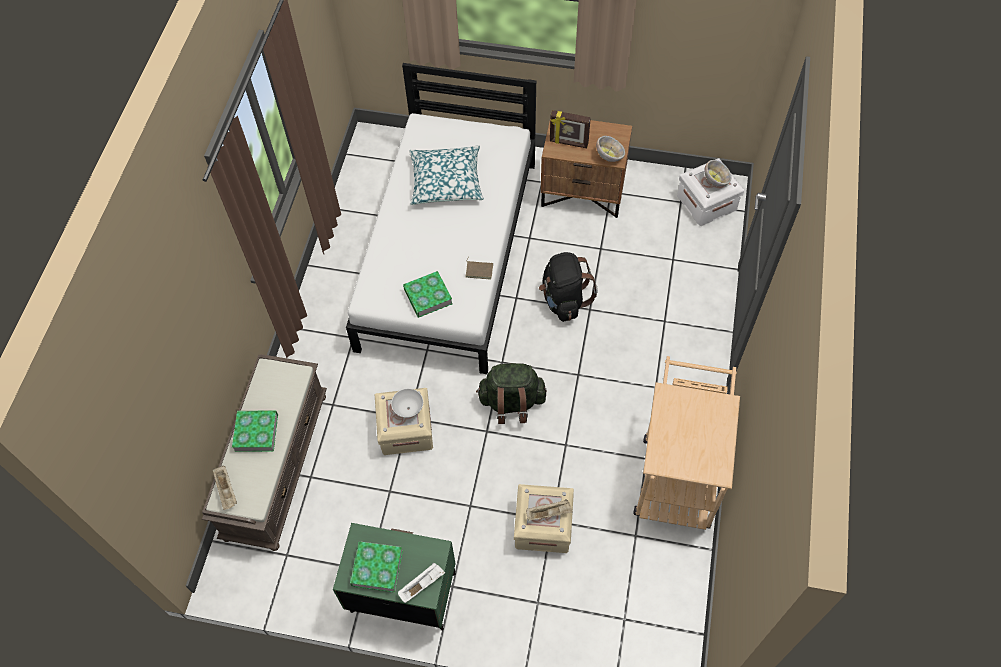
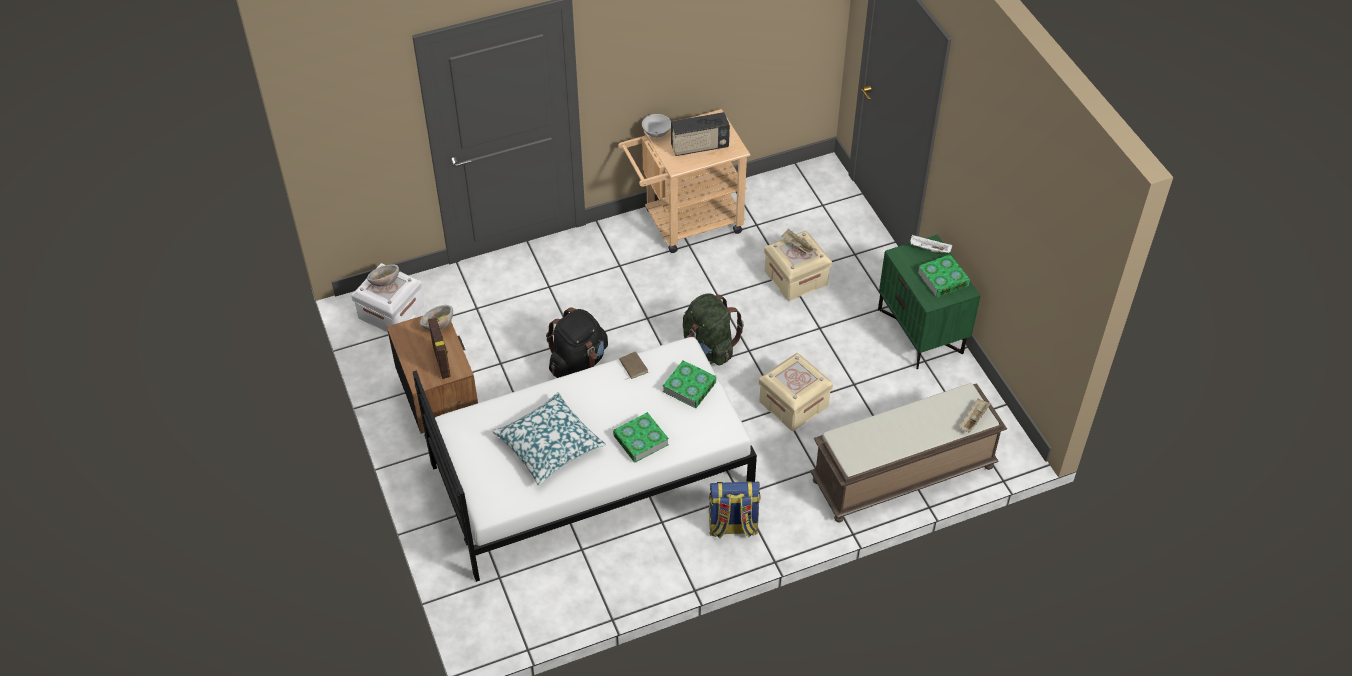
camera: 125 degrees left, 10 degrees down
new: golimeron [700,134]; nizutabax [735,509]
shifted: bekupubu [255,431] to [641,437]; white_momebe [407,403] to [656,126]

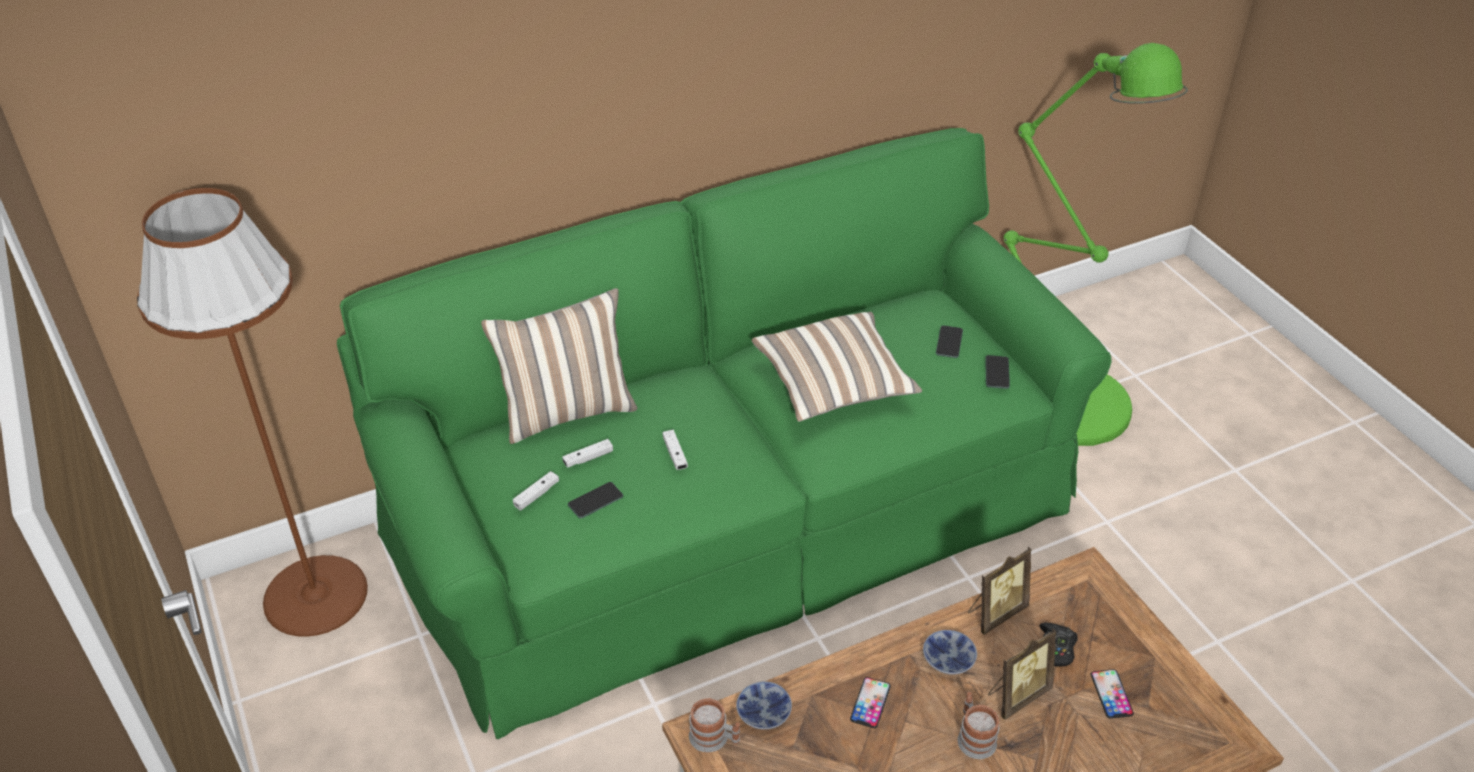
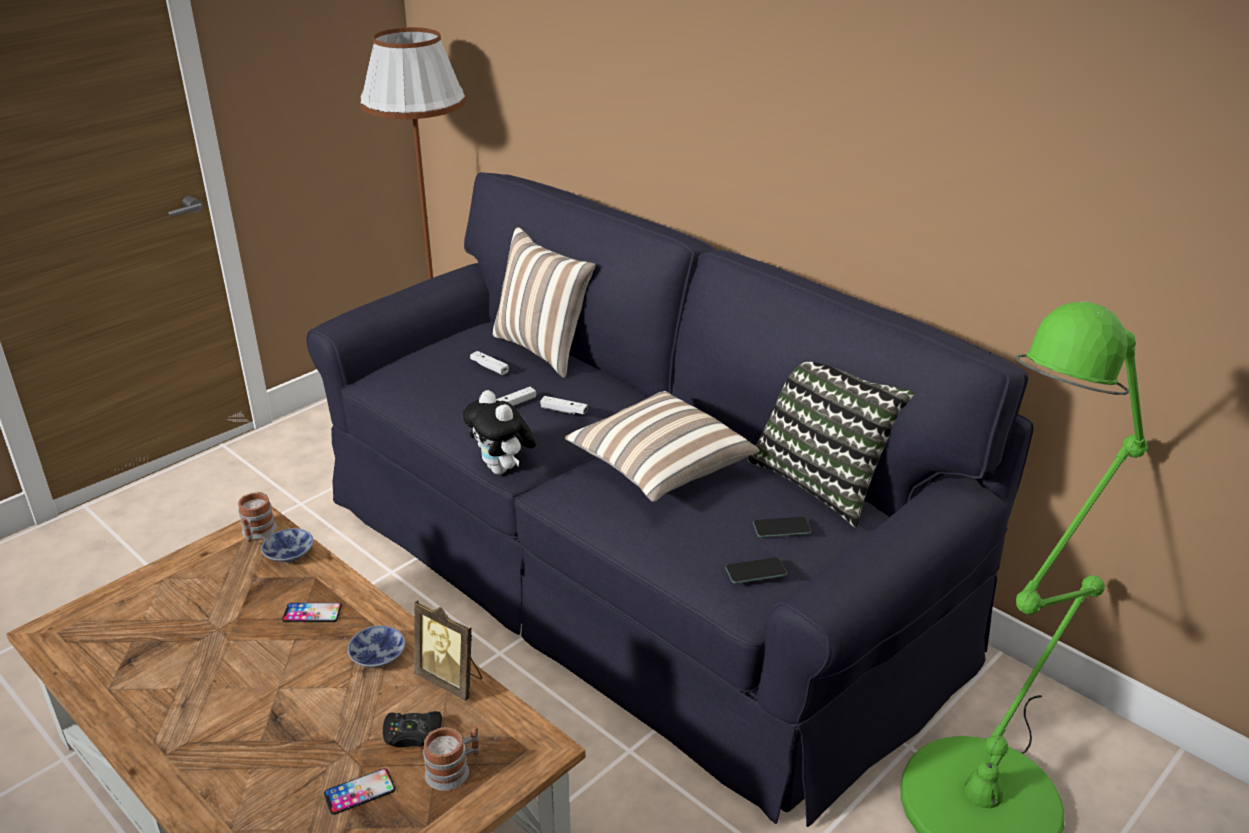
camera: 70 degrees right, 10 degrees down
gone: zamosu [595,500]; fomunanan [1022,674]
new: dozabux [499,432]; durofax [831,444]
shifted: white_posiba [536,491] to [564,405]; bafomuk [978,725] to [451,758]
repainted: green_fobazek [724,433] to black_fobazek [670,499]

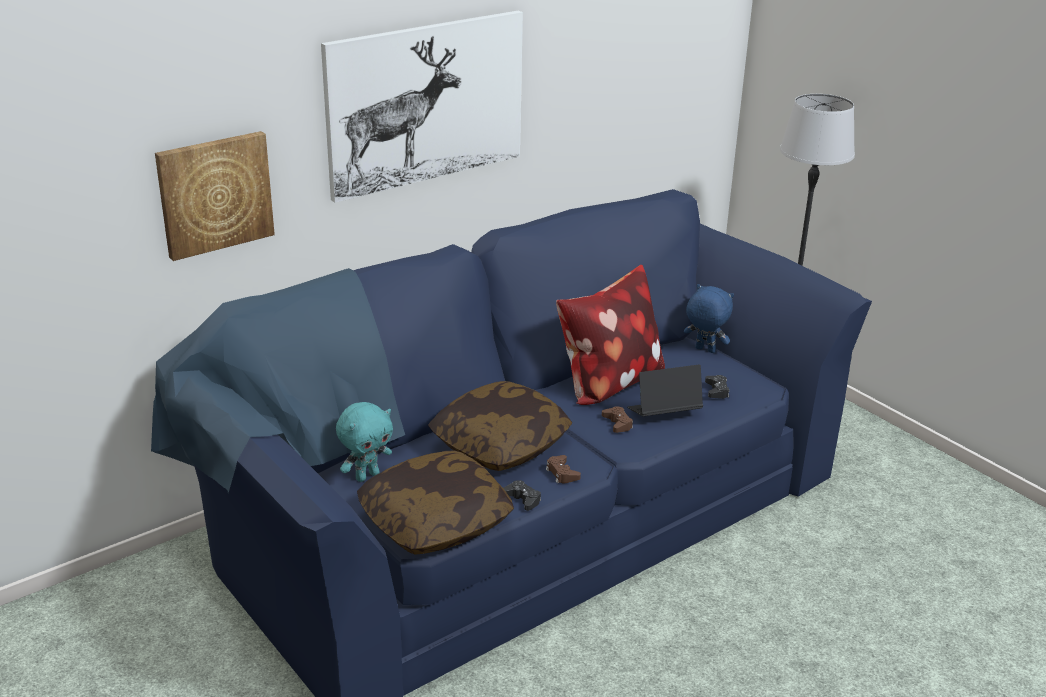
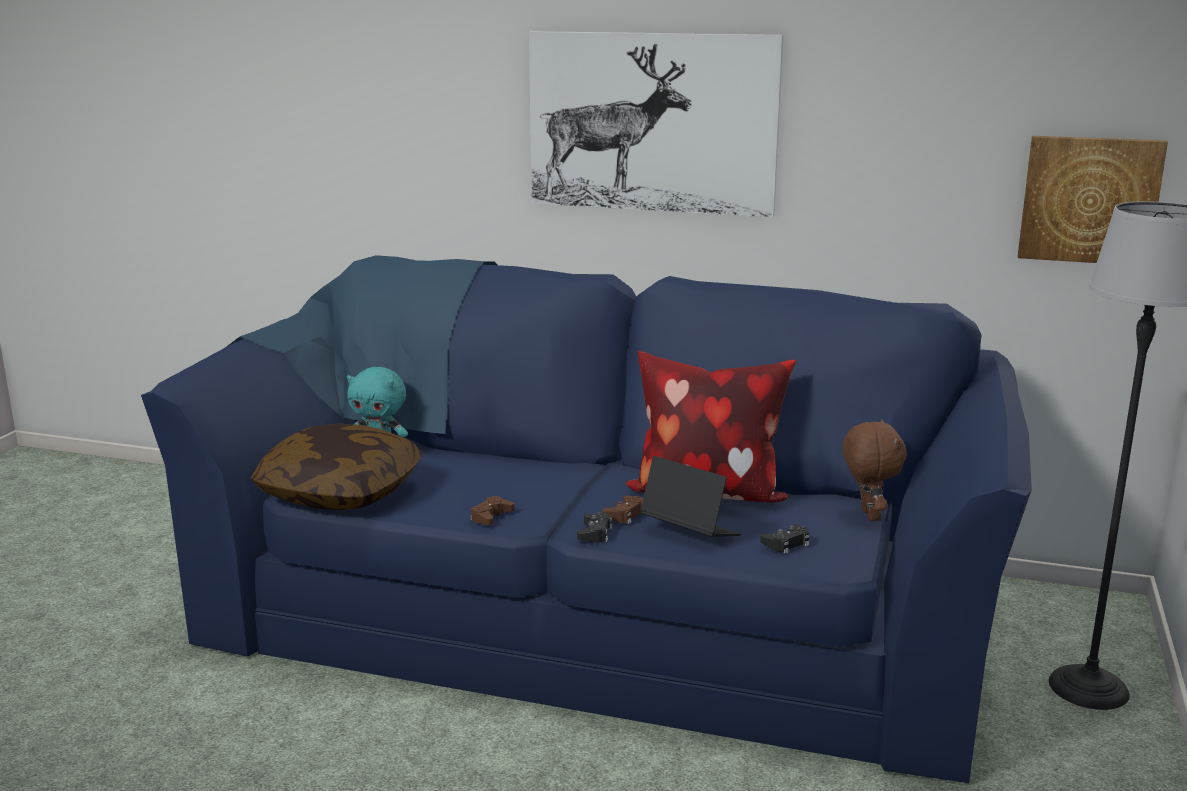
camera: 55 degrees right, 10 degrees down
gone: durofax [500,426]
shifted: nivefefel [215,196] to [1093,199]; black_posiba [522,495] to [594,527]
repainted: blue_dozabux [709,318] to brown_dozabux [874,470]

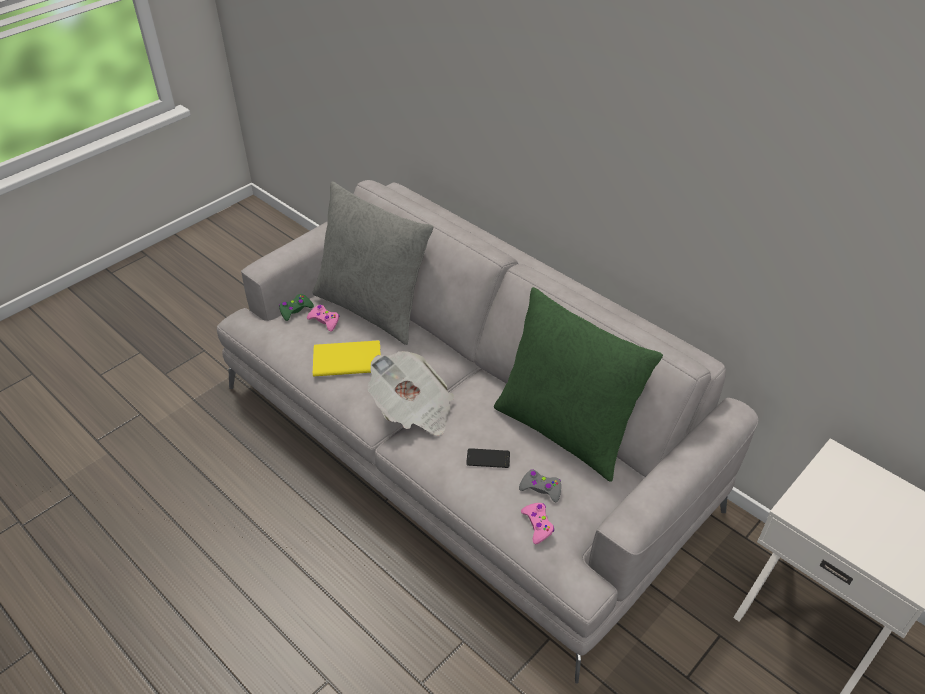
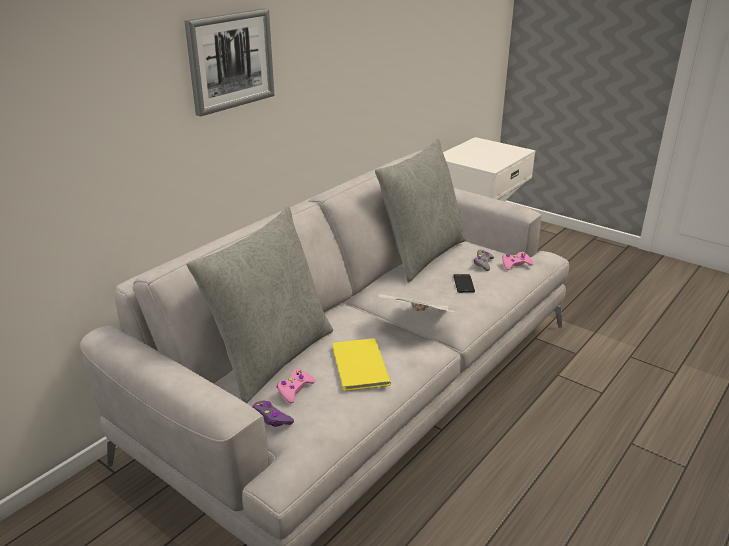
camera: 95 degrees left, 15 degrees down
new: nivefefel [229,62]
repainted: green_posiba [296,307] to purple_posiba [273,414]; green_durofax [578,384] to grey_durofax [420,210]

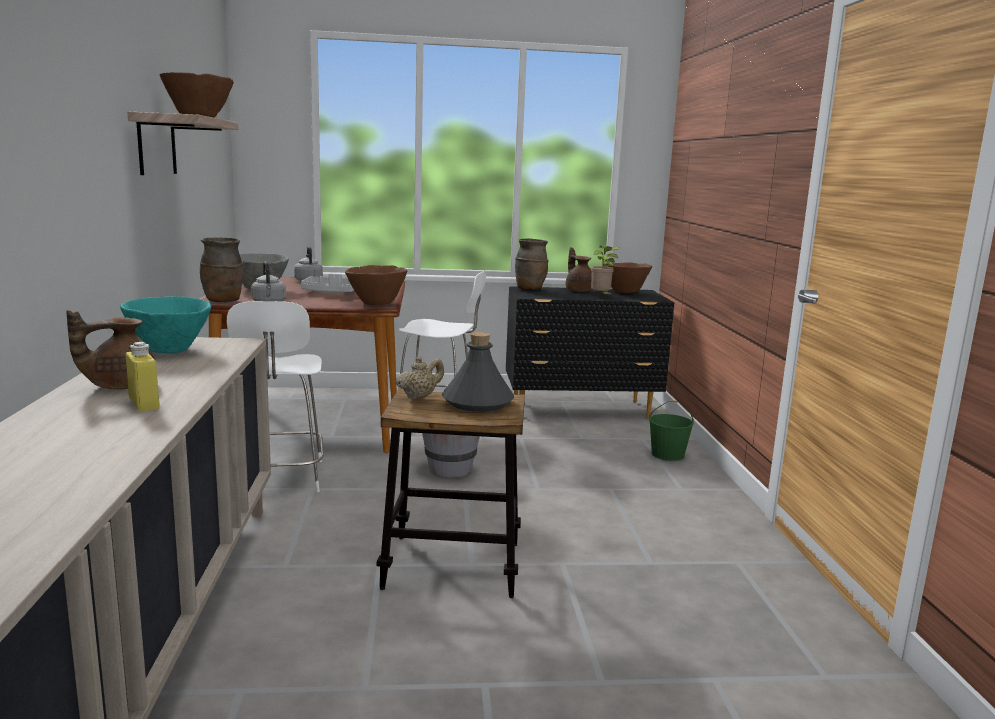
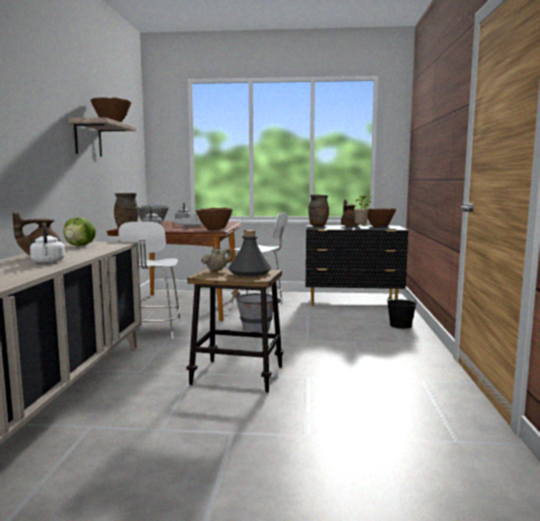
camera: 10 degrees right, 5 degrees down
swapped: turquoise_momebe [165,324] to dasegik [80,231]; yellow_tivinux [142,377] to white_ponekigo [47,243]
repainted: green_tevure [671,430] to black_tevure [401,309]

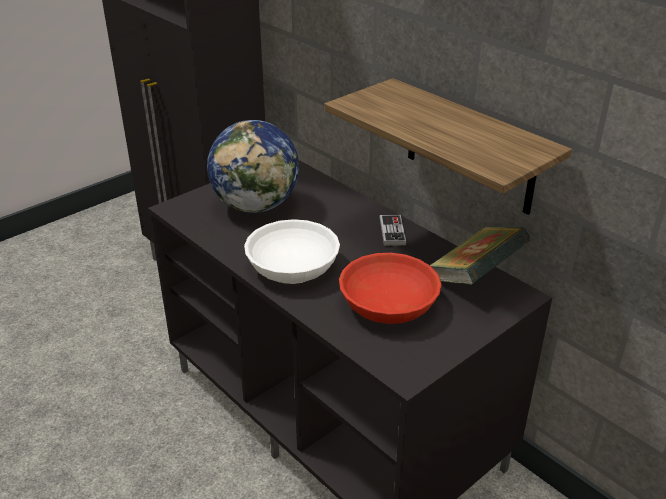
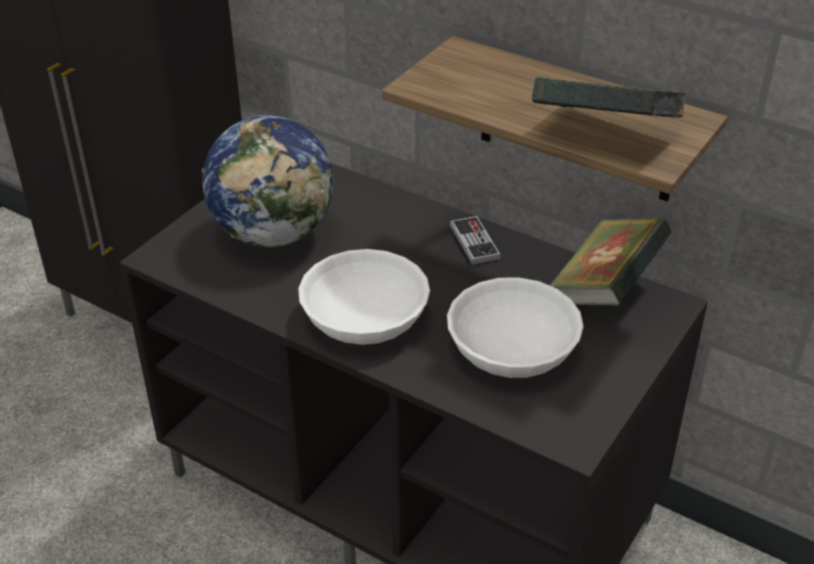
camera: 15 degrees left, 5 degrees up
new: bekupubu [609,96]
repainted: red_momebe [390,288] to white_momebe [515,327]

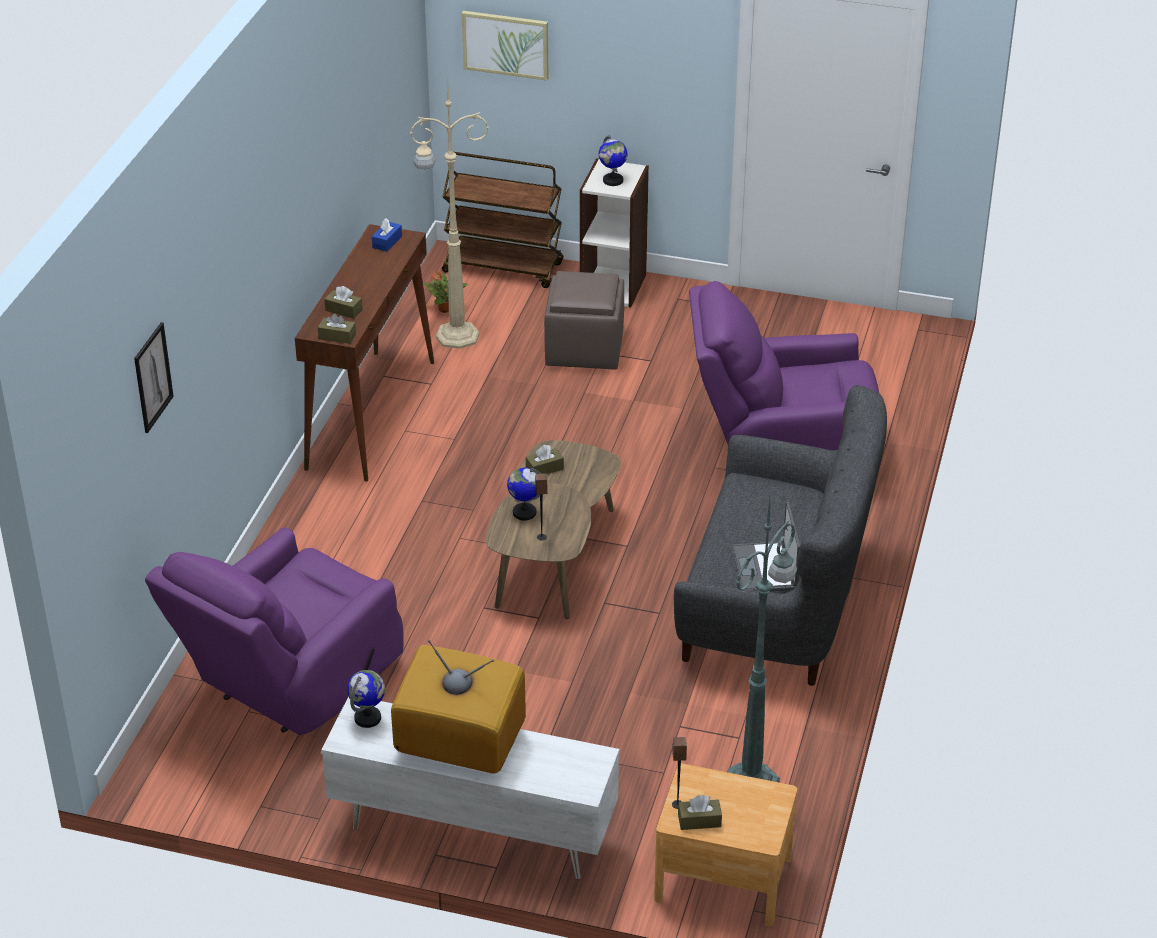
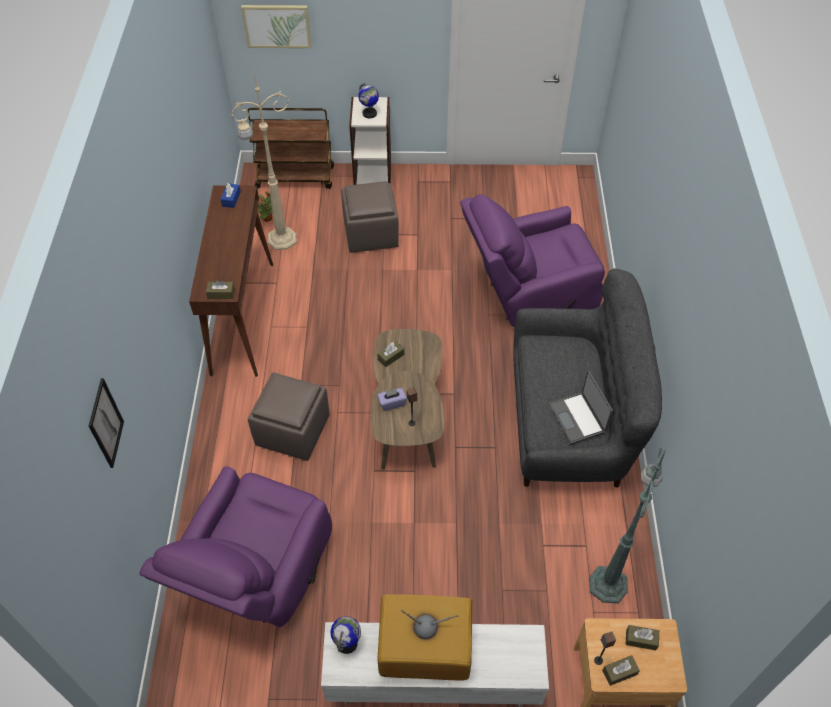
camera: 15 degrees left, 15 degrees up
new: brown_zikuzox [289,416]
shifted: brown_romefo [343,302] to [642,637]
swapped: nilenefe [524,494] to purple_romefo [392,399]

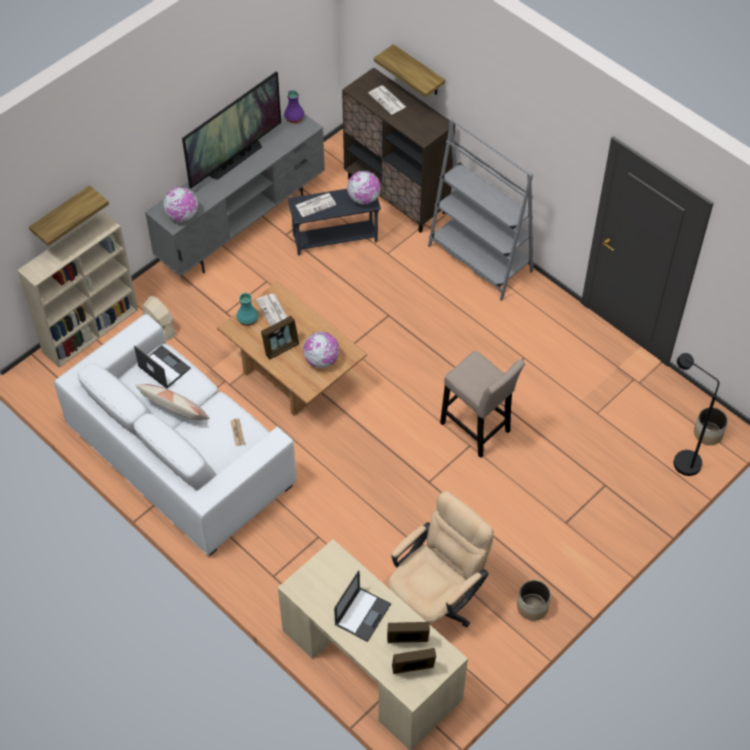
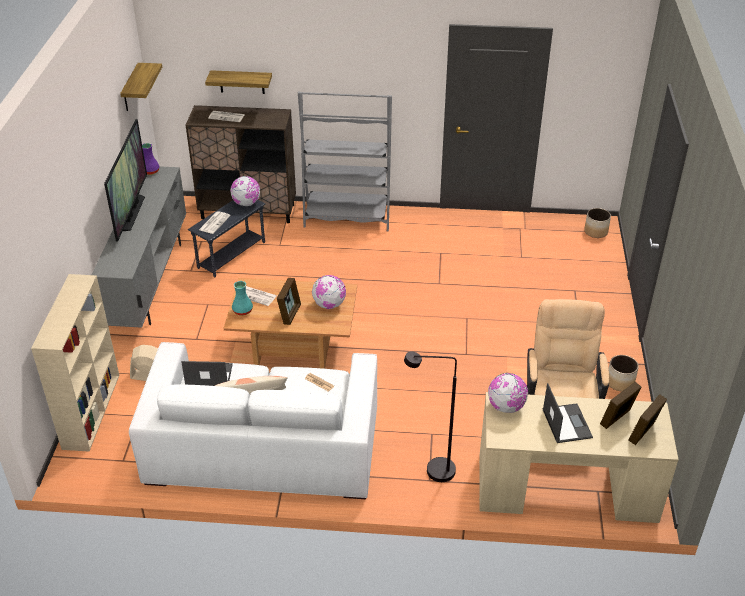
camera: 40 degrees left, 15 degrees down
gone: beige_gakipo [482,404]
shifted: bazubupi [69,215] to [141,87]; nilenefe [180,204] to [508,393]; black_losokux [696,414] to [430,416]

